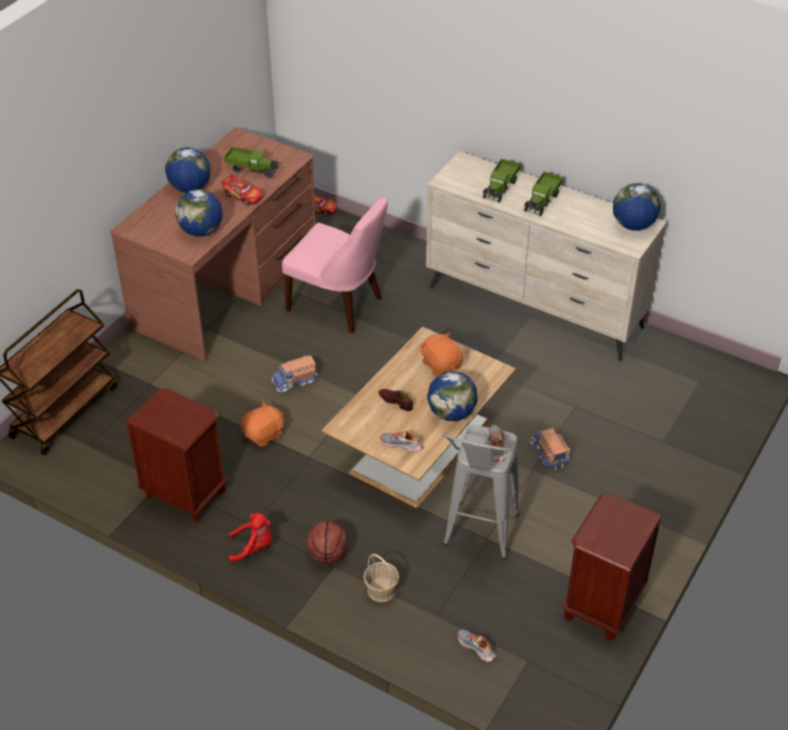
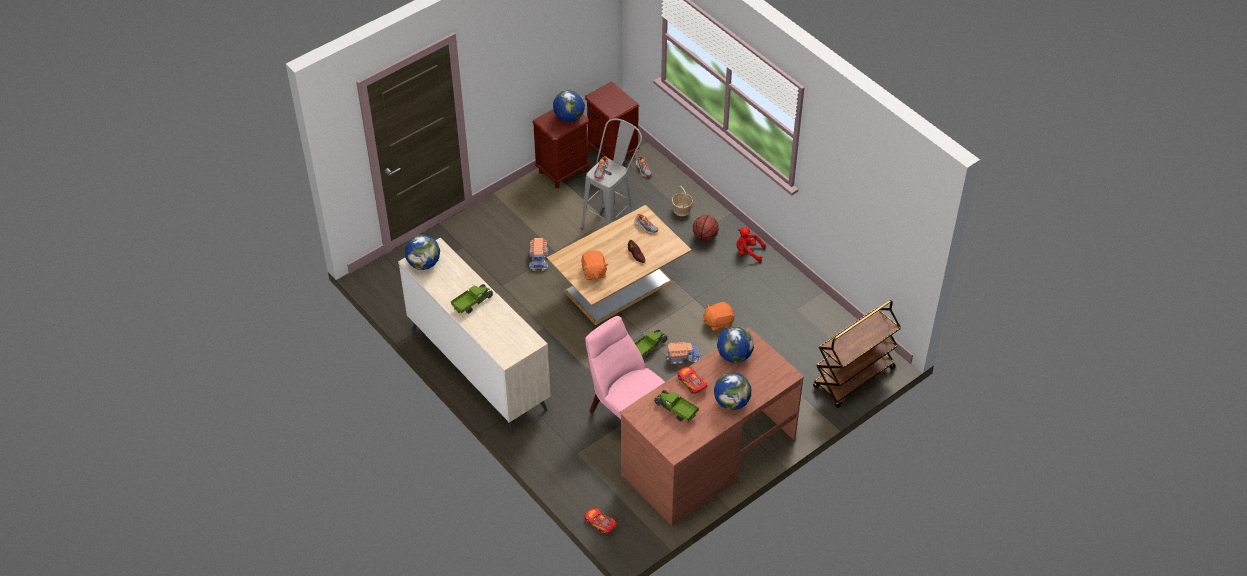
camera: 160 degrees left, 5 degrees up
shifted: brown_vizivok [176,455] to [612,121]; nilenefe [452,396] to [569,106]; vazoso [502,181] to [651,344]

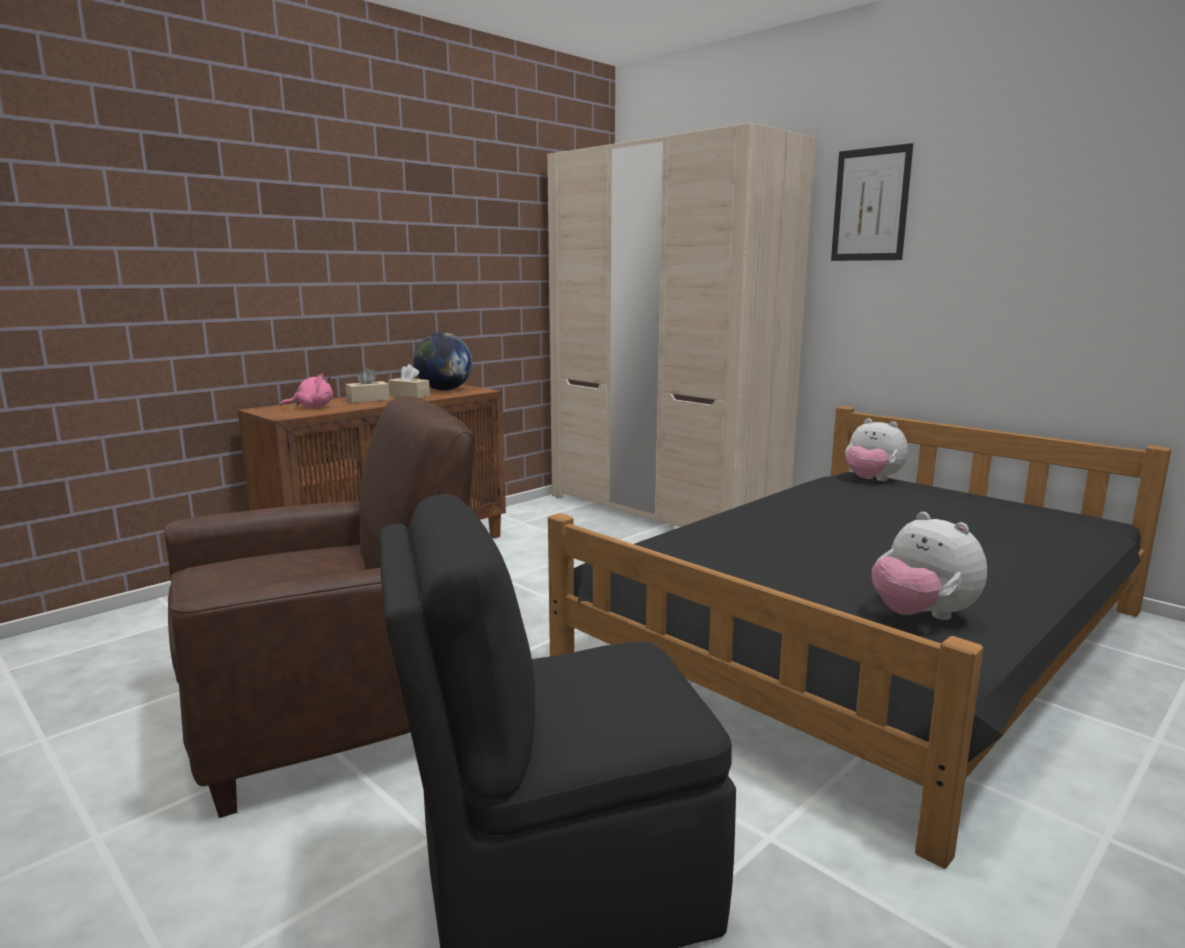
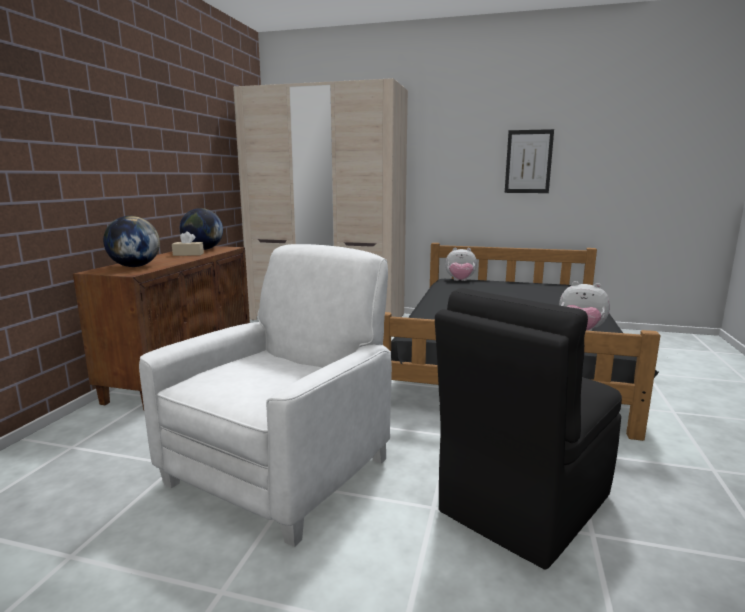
camera: 30 degrees left, 0 degrees up
gone: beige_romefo [367,385]
shifted: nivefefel [872,202] to [529,161]
swapped: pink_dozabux [306,391] to nilenefe [131,241]
repainted: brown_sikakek [319,607] to white_sikakek [265,395]

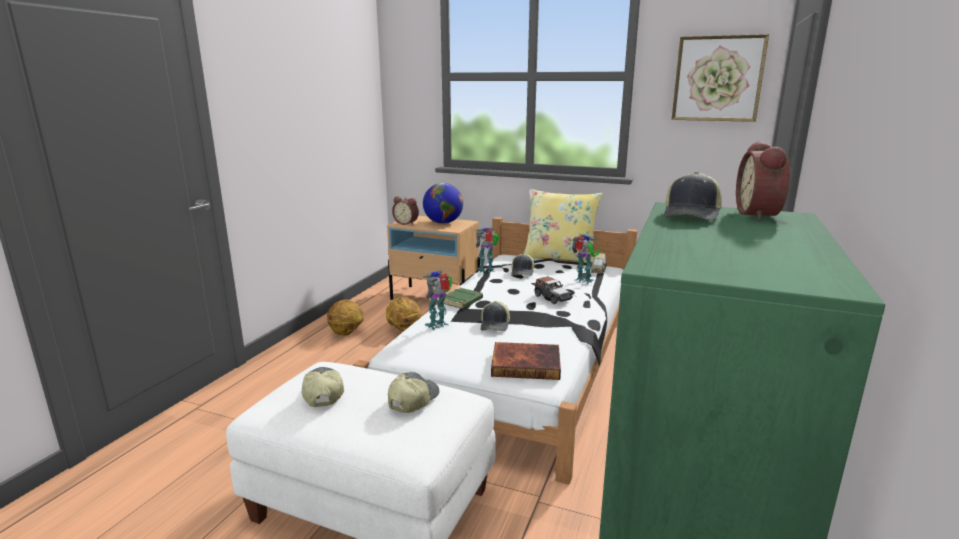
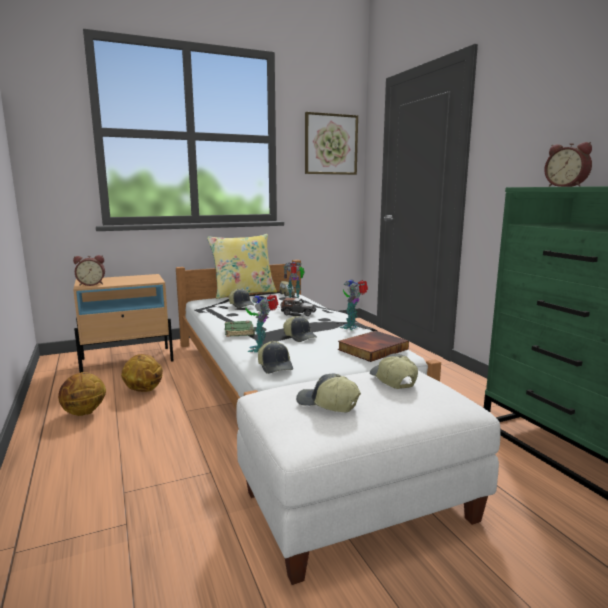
camera: 45 degrees left, 5 degrees down
gone: nilenefe [443,203]
shifted: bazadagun [487,250] to [354,304]; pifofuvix [693,196] to [275,357]

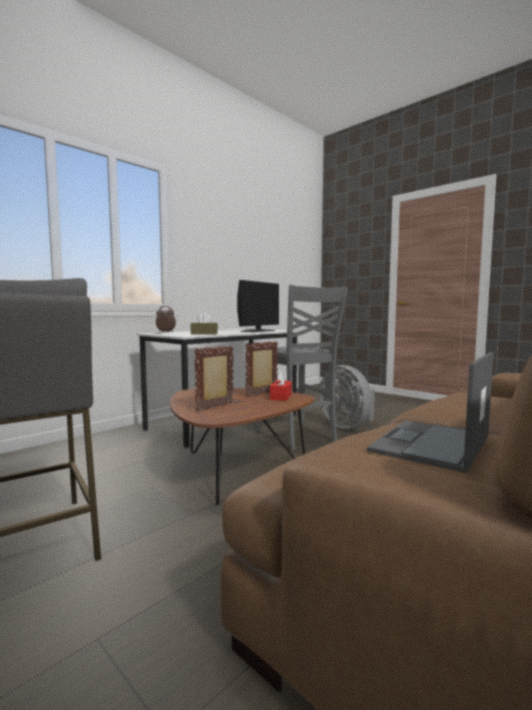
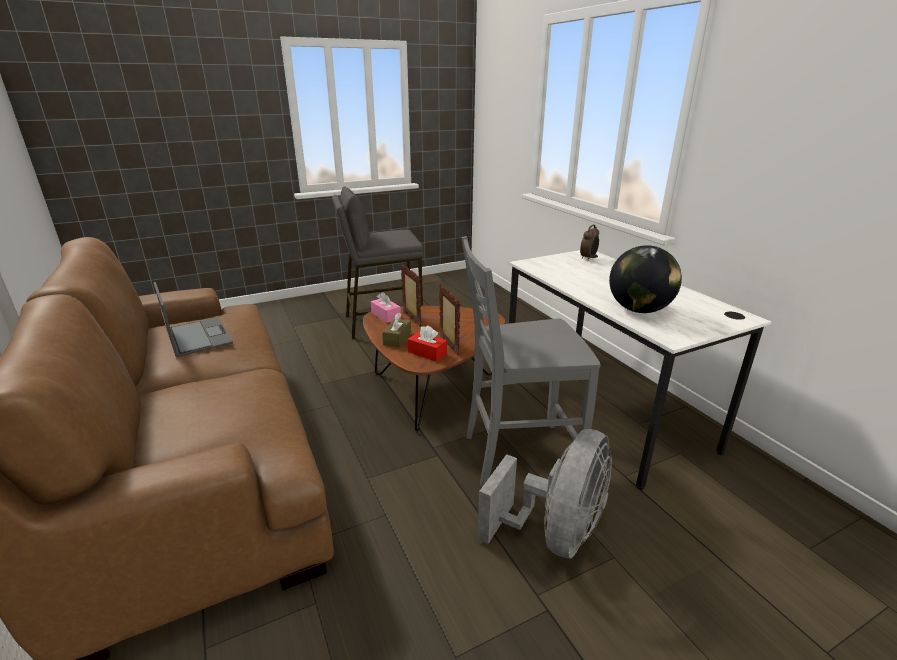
camera: 110 degrees right, 20 degrees up
new: pink_romefo [386,307]
shifted: brown_romefo [204,323] to [396,330]
swapped: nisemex [258,306] to nilenefe [645,279]
rotated: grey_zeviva [347,397] = [545,493] 135 degrees clockwise

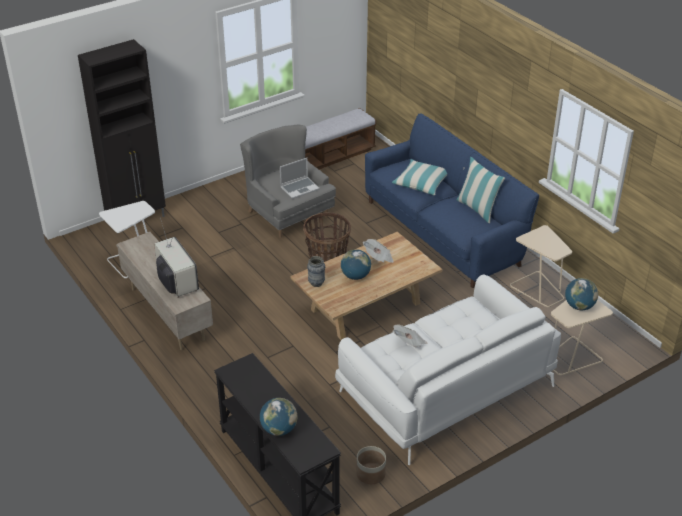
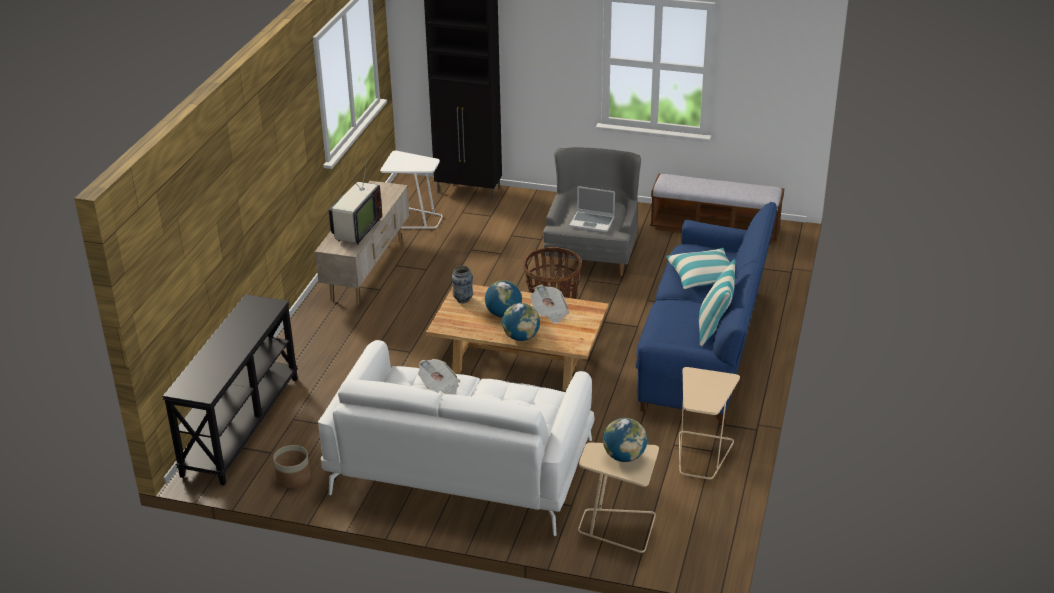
camera: 50 degrees right, 5 degrees down
shifted: nilenefe [279,417] to [521,322]

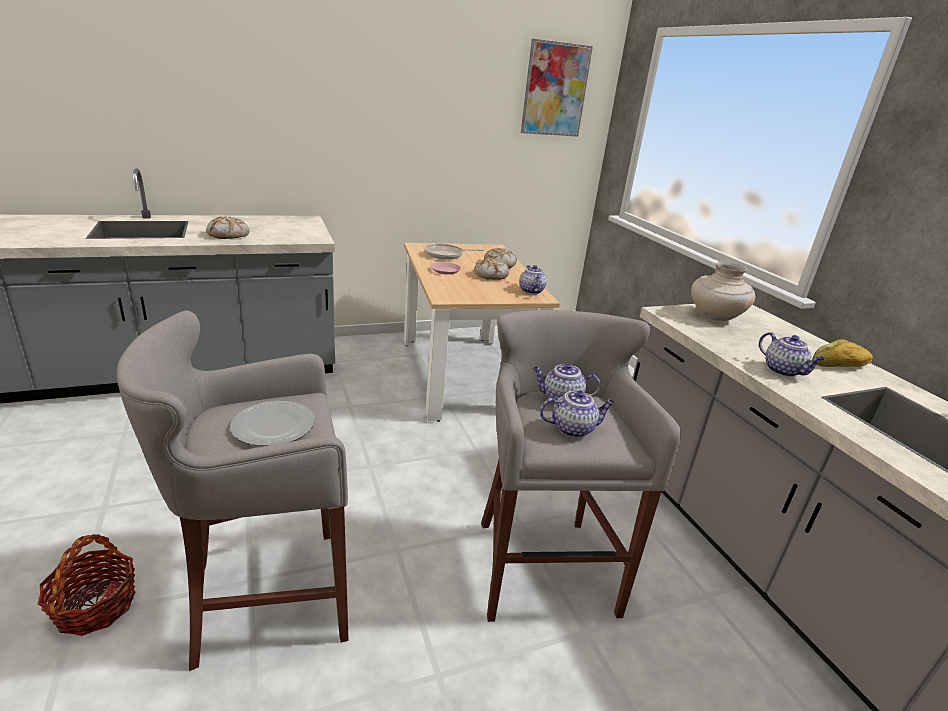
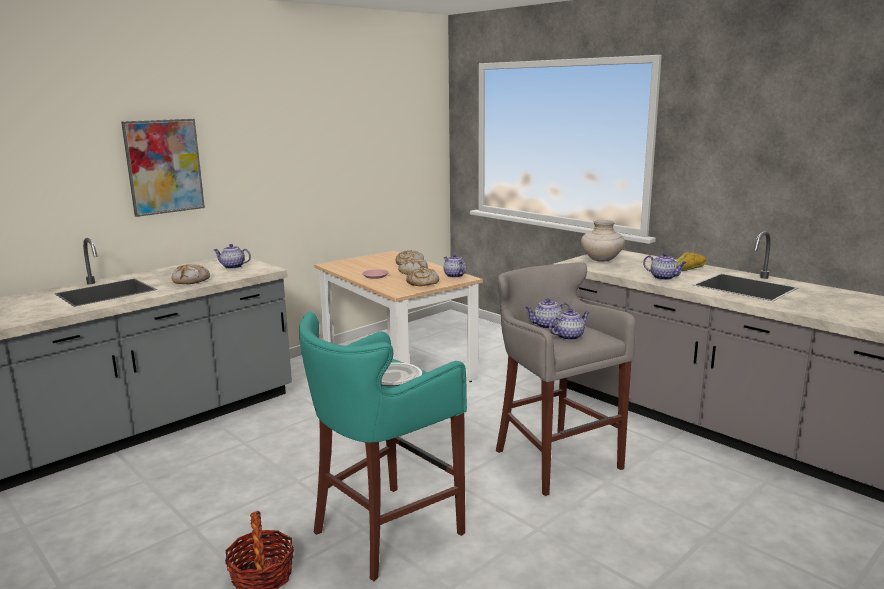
camera: 20 degrees left, 10 degrees down
gone: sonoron [454,252]
new: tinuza [232,256]; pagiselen [422,276]
shifted: nivefefel [557,88] to [163,168]
repainted: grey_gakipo [232,491] to turquoise_gakipo [383,446]

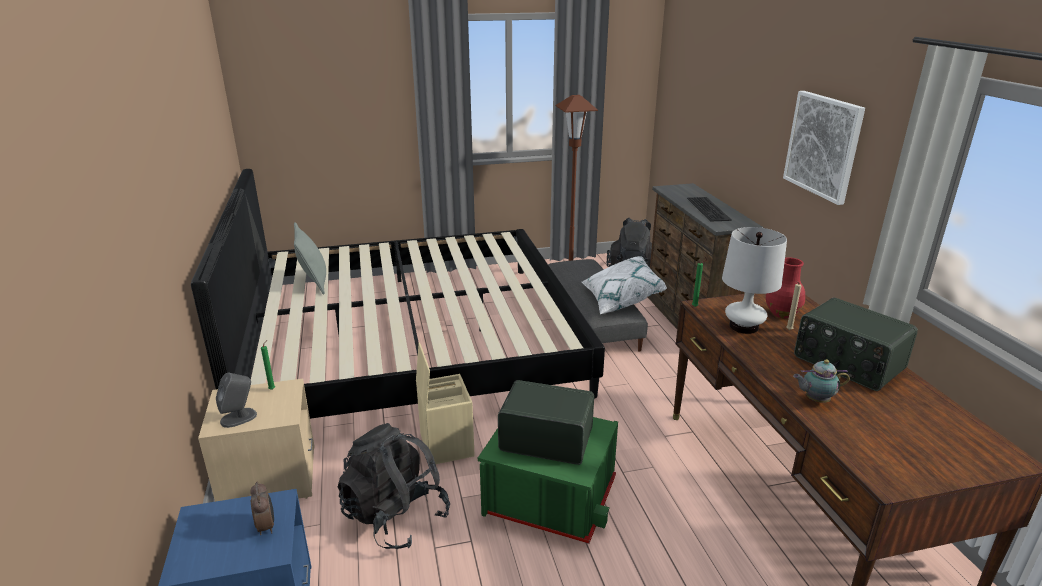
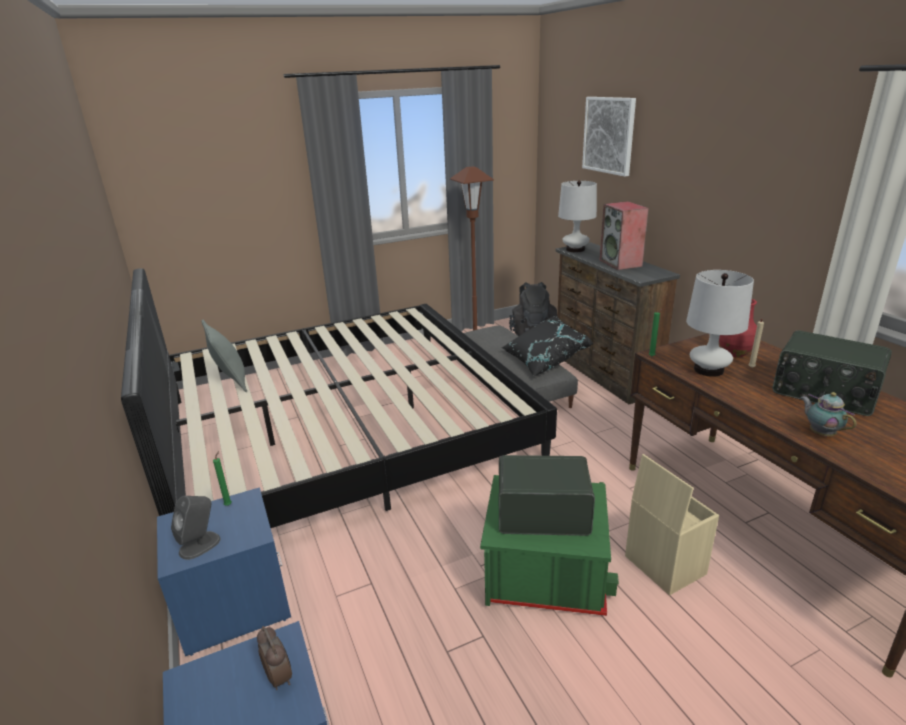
camera: 10 degrees left, 0 degrees up
gone: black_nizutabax [394,486]
new: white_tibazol [577,216]
shifted: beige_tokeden [445,403] to [672,524]; nivefefel [824,148] to [609,136]
swapped: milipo [709,209] to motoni [624,235]
repainted: beige_vizivok [256,440] to blue_vizivok [224,571]; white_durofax [624,285] to black_durofax [547,346]
rotated: tinuza [821,381] = [828,414] 75 degrees clockwise

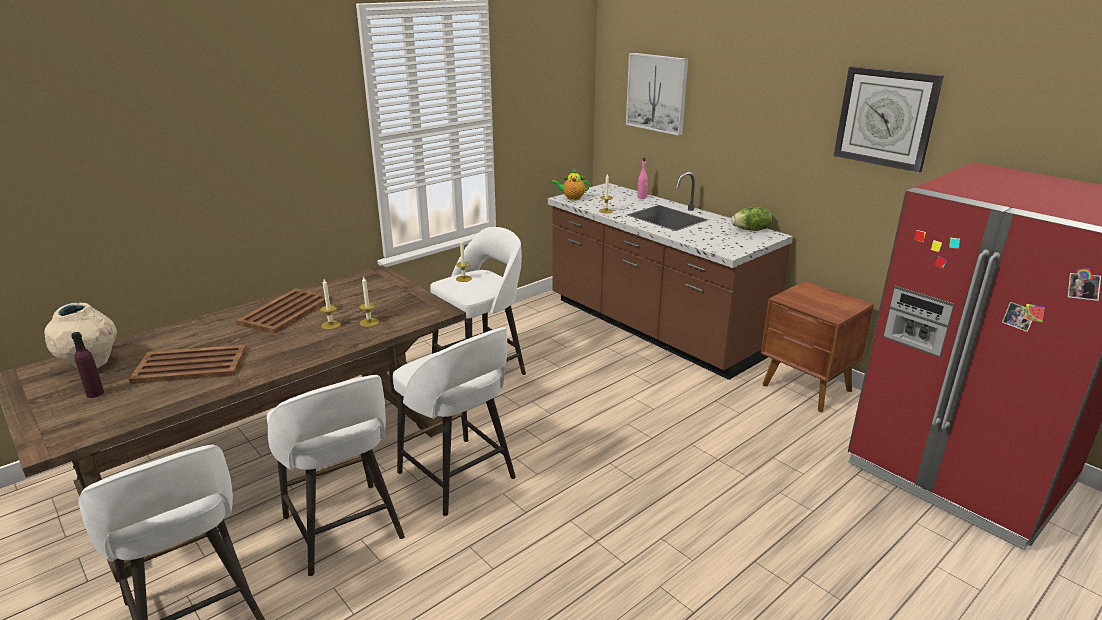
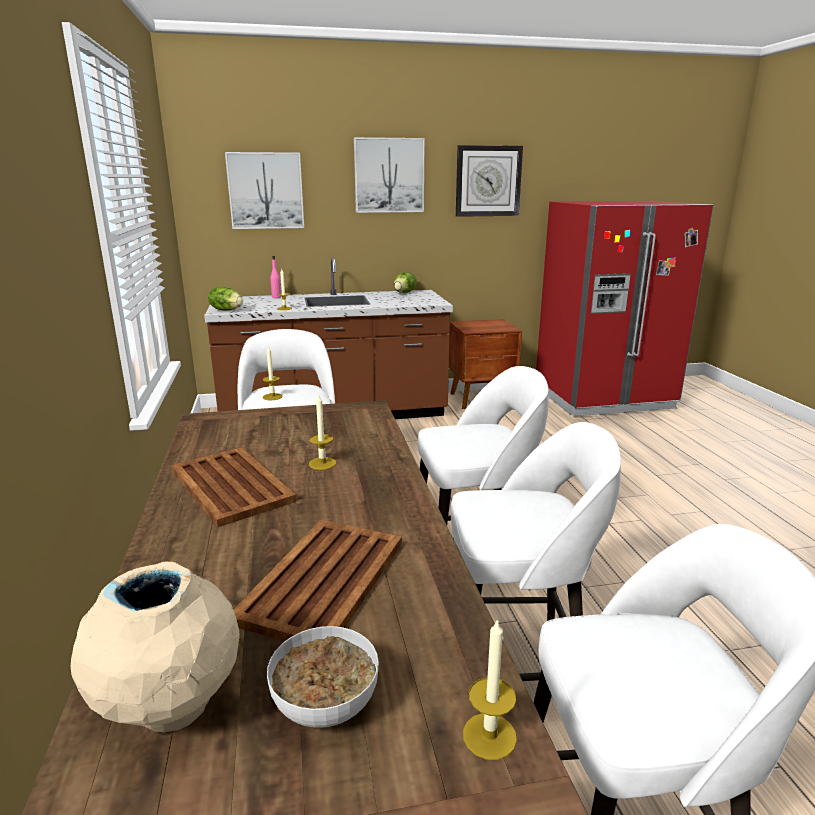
camera: 60 degrees left, 5 degrees down
new: nivefefel [389,175]
shifted: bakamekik [369,302] to [490,689]
swapped: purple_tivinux [87,365] to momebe [323,677]; tinuza [570,184] to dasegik [225,299]

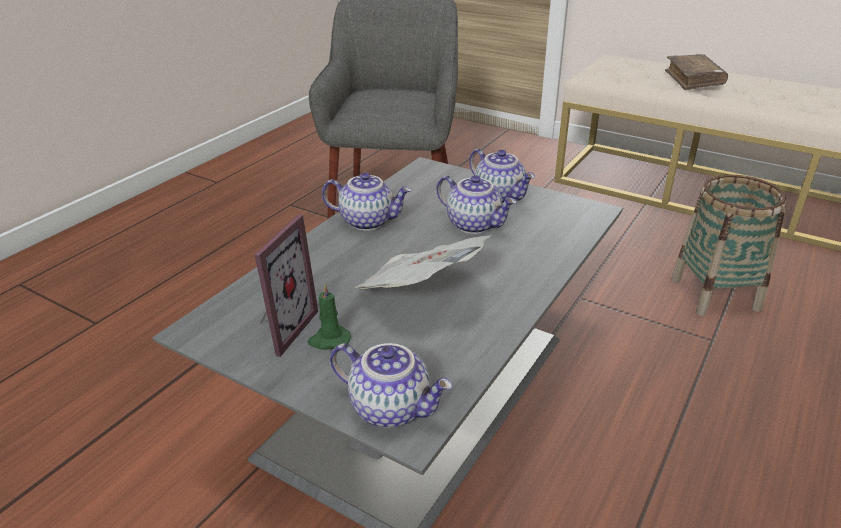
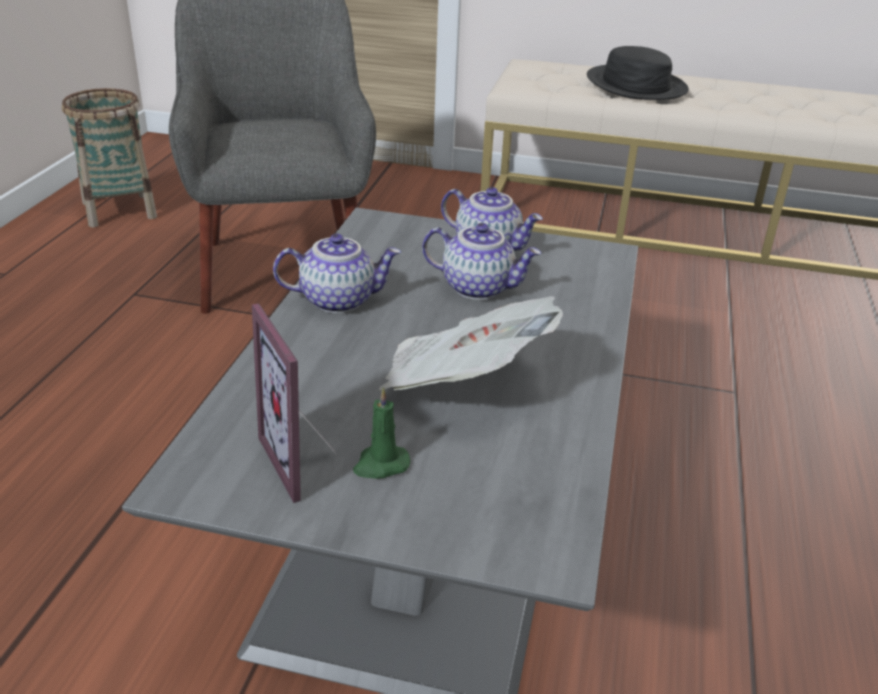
camera: 20 degrees left, 0 degrees up
gone: tinuza [391,385]
shifted: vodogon [729,245] to [109,157]
swapped: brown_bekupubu [696,72] to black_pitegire [638,73]
rotated: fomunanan [286,285] = [294,403] 150 degrees clockwise

